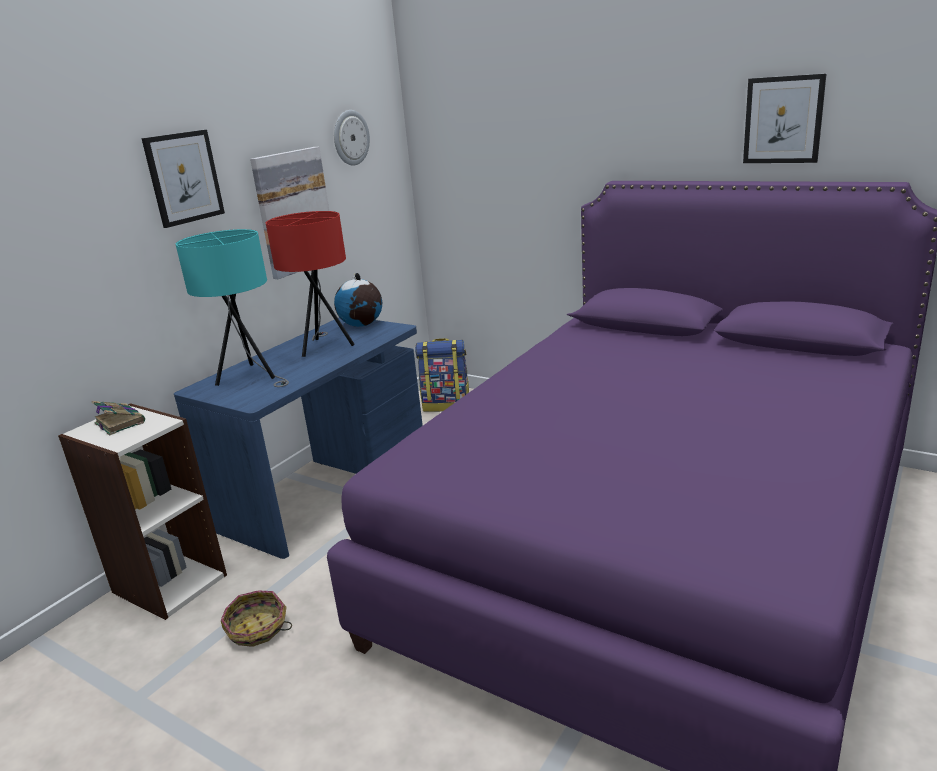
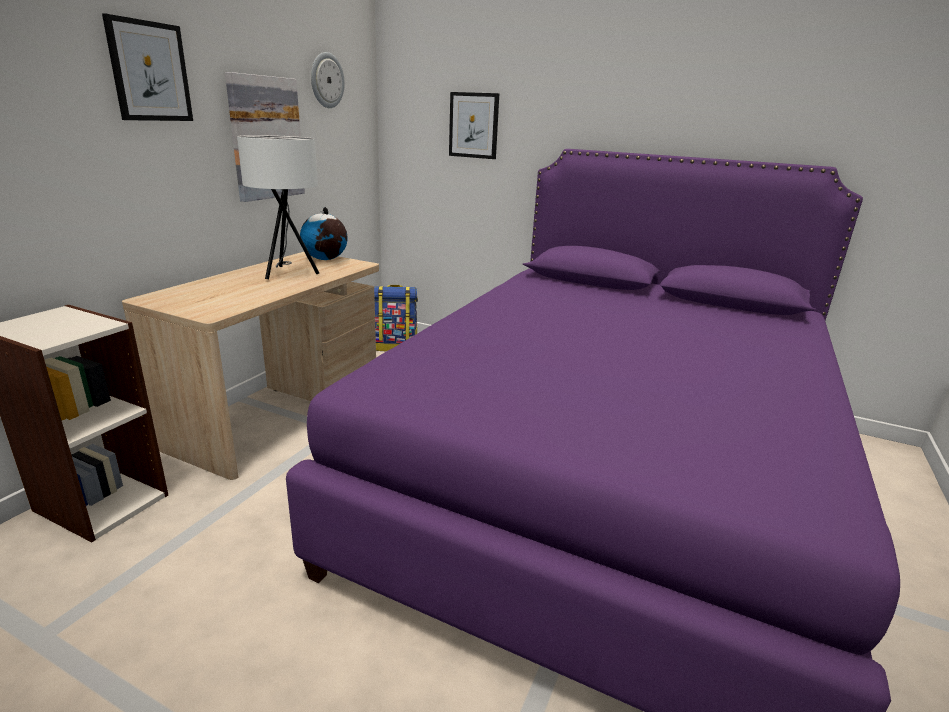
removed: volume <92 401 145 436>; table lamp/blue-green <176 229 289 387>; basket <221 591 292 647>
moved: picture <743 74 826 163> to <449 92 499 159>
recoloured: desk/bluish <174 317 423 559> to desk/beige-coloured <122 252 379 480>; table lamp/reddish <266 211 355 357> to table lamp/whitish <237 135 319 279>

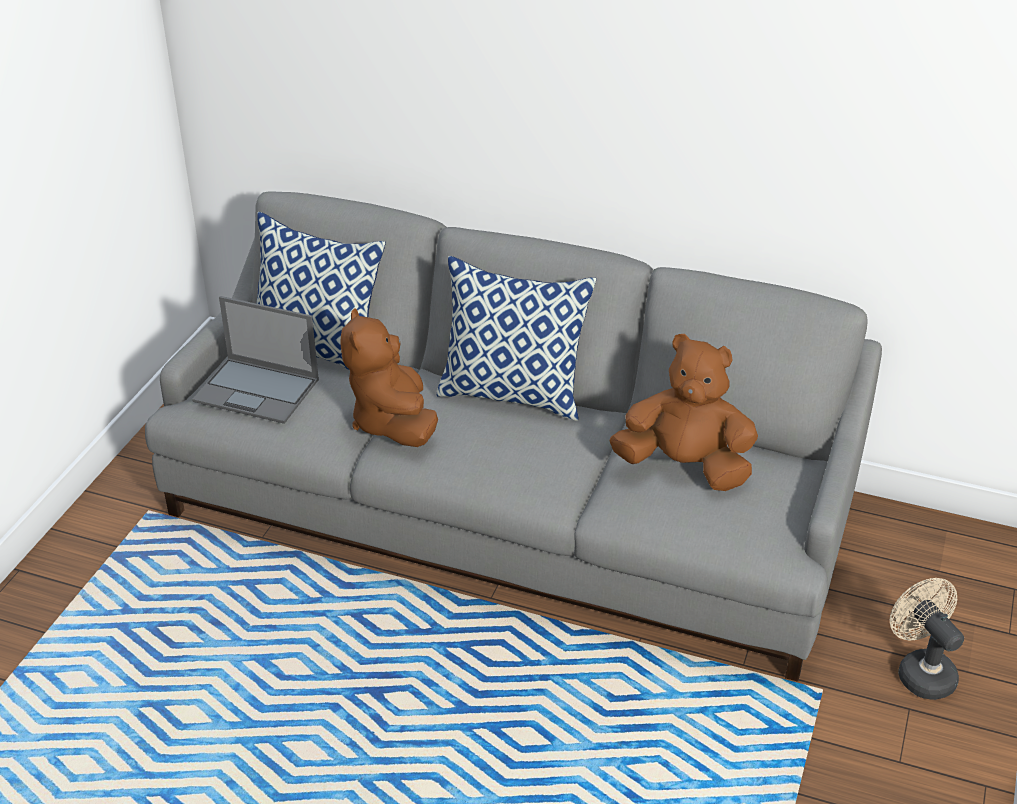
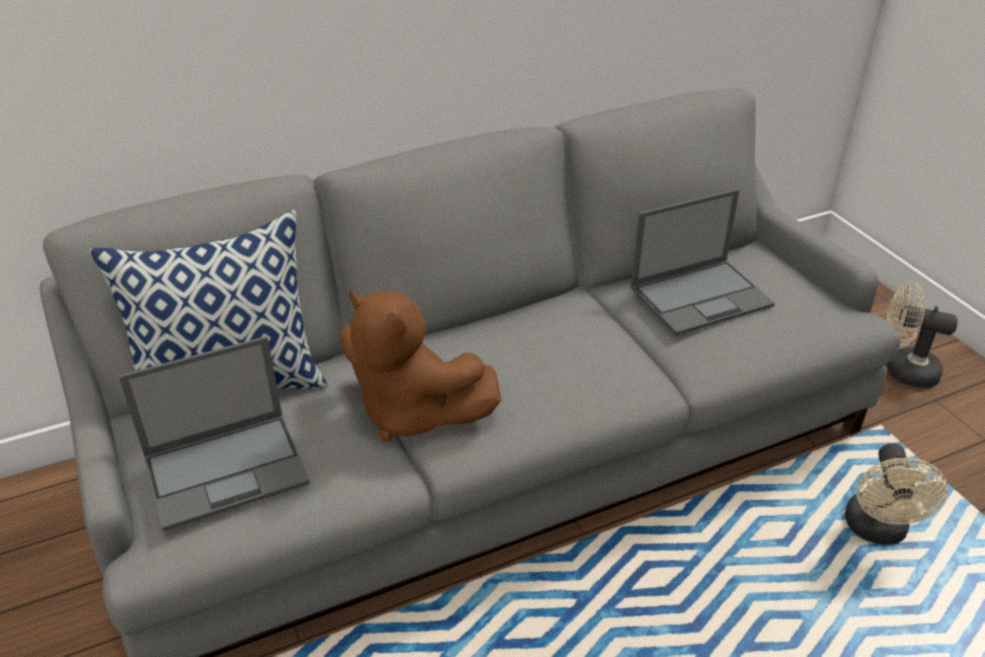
removed: pillow <437 256 596 421>
added: electric fan/beige-coloured <845 443 948 545>
replaced: cuddly toy/brown <609 334 758 491> to laptop <631 189 775 335>

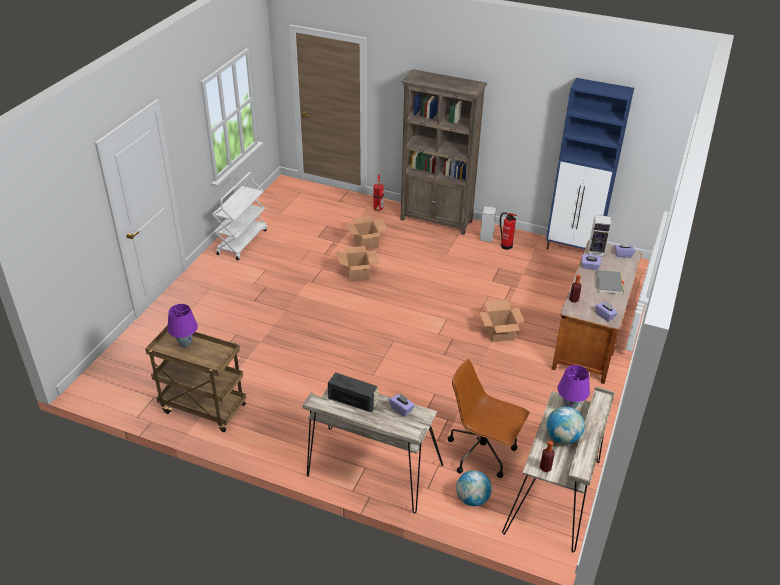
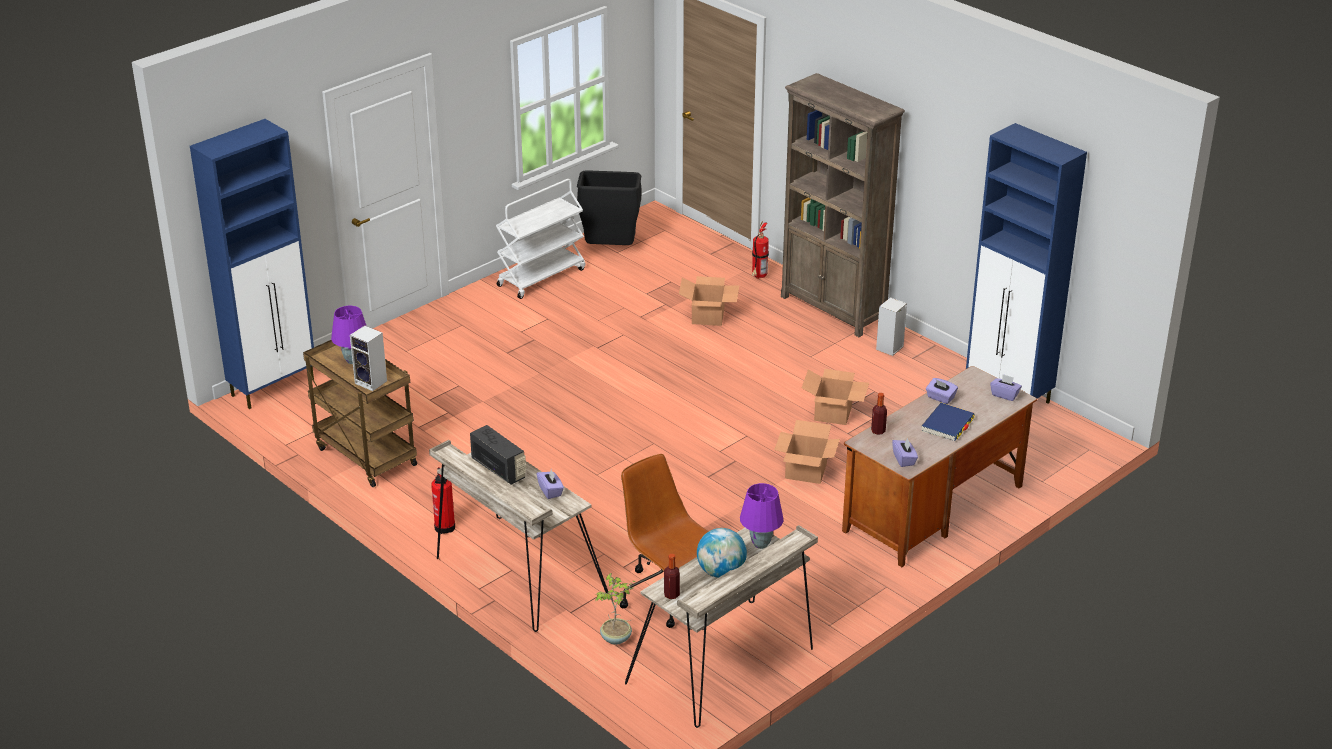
added: cupboard/bluish <190 119 314 409>; rubbish bin/black-coloured <577 170 642 245>
moved: speaker <588 215 611 256> to <350 325 387 391>; fire-fighting cylinder <500 212 517 250> to <431 467 455 534>; packing box <337 246 380 282> to <802 369 869 425>
replaced: desk globe <456 470 492 506> to houseplant <596 573 636 645>
recoloured: volume/grey <596 270 624 294> to volume/bluish <922 403 975 441>

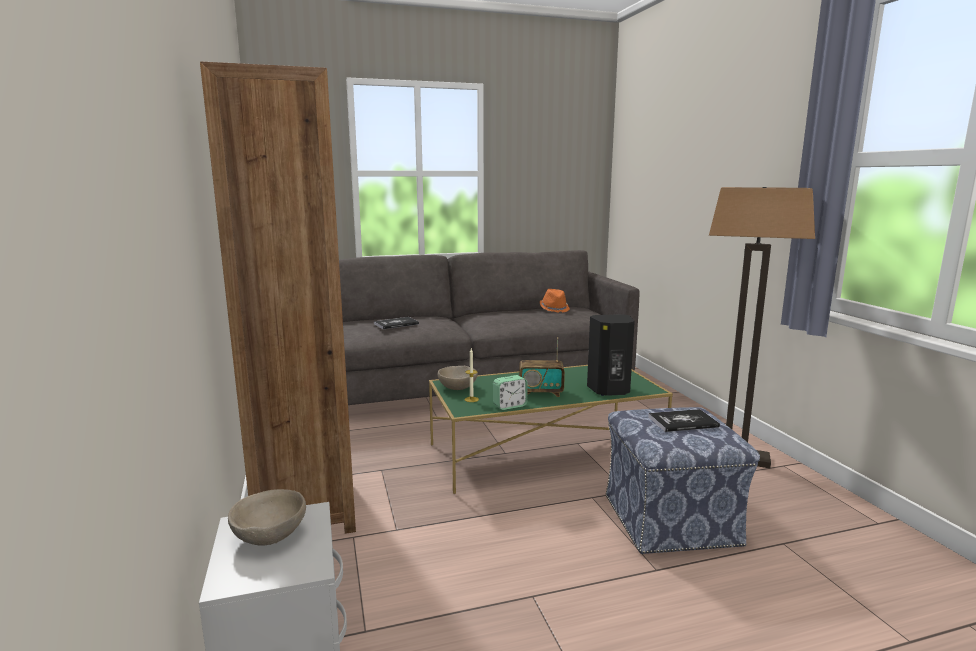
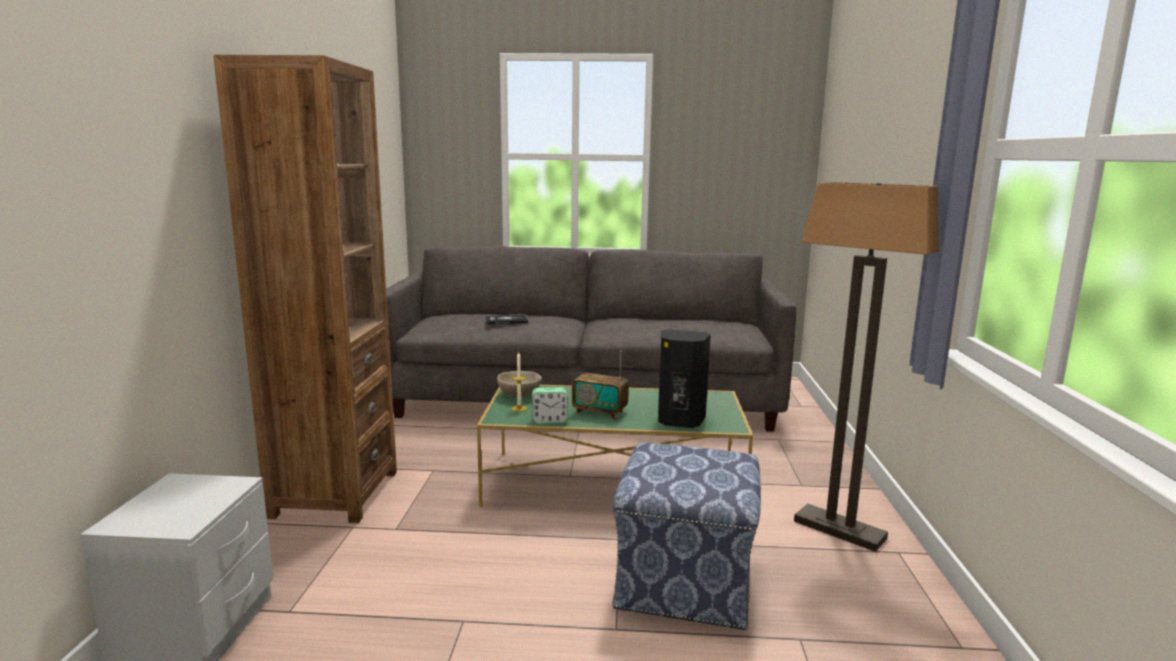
removed: serving bowl/beige-coloured <228 489 306 546>; hat/orange-coloured <540 289 570 313>; volume <648 409 720 432>

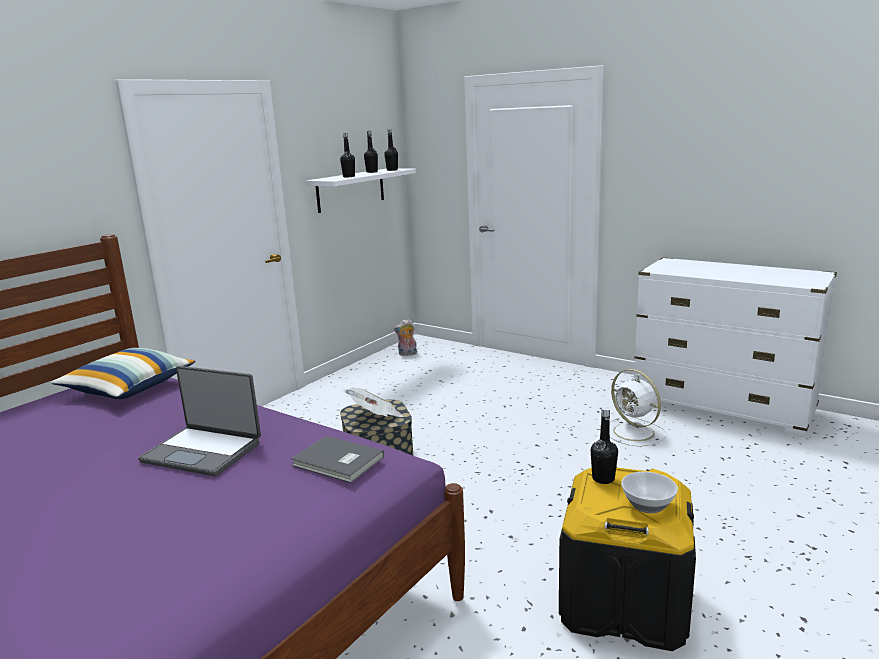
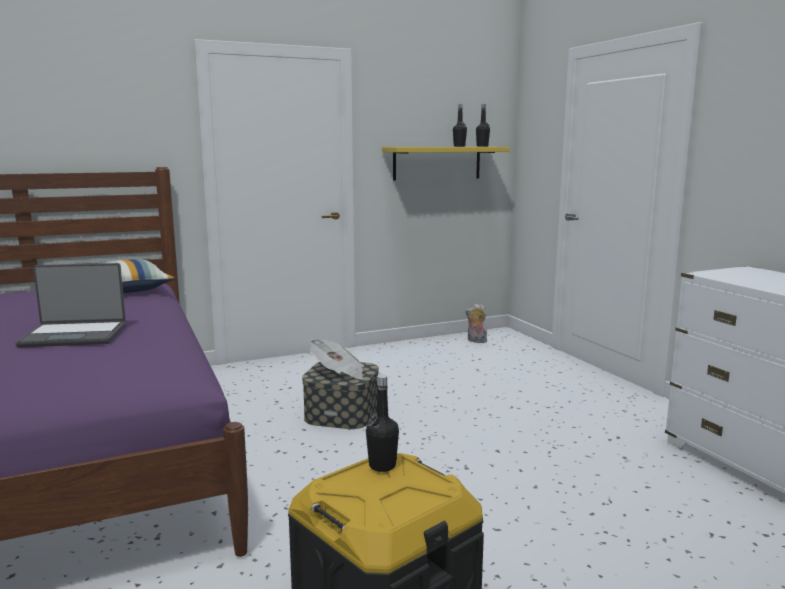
removed: volume/grey <291 436 384 483>; drink bottle/black-coloured <340 133 355 177>; electric fan/whitish <610 369 667 447>; serving bowl <621 472 678 513>
recoloured: shelf/whitish <306 168 416 213> to shelf/yellowish <382 147 510 181>
turned: laptop <138 366 261 476> = <16 263 126 347> 60 degrees counterclockwise

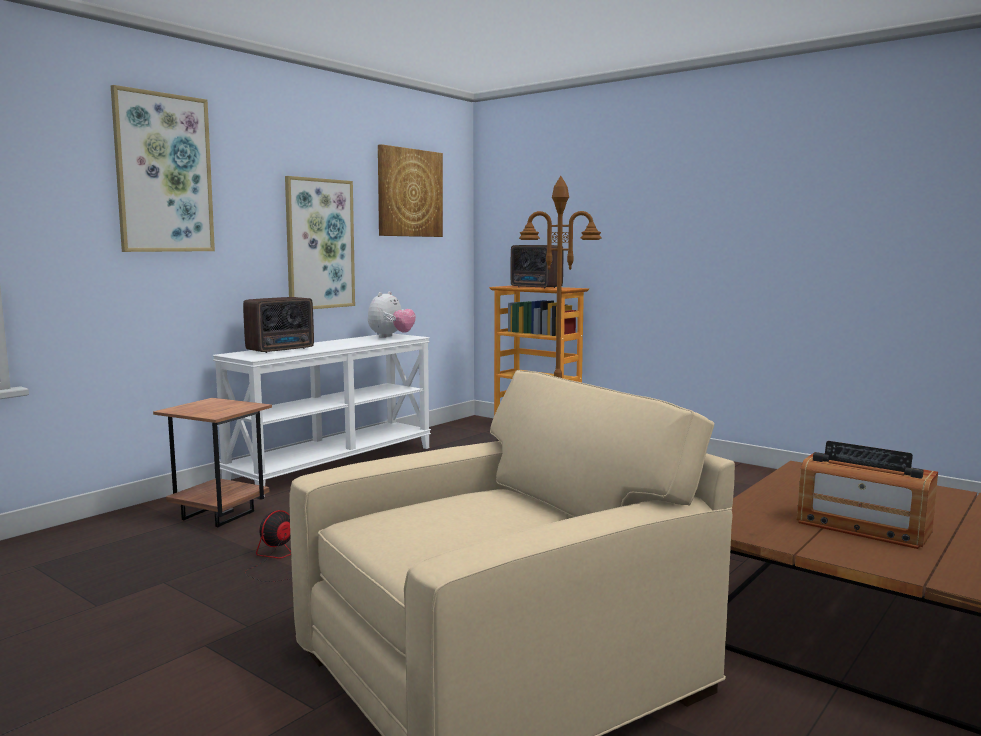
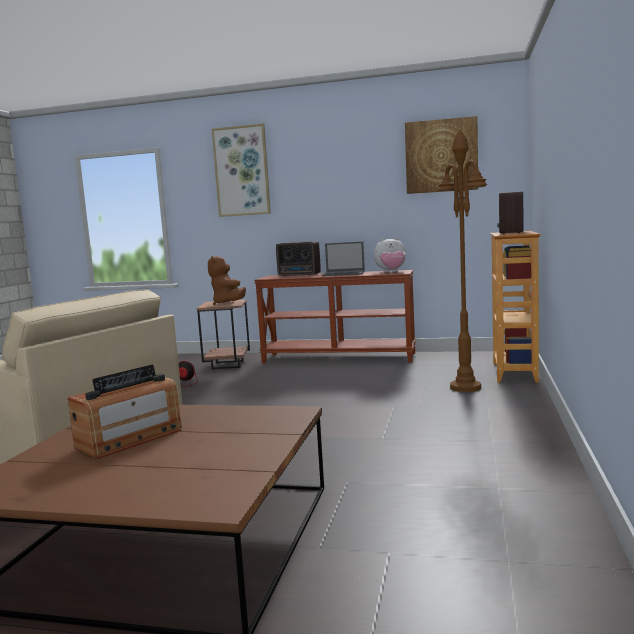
removed: picture <285 176 355 309>
added: cuddly toy/brown <208 256 246 305>; laptop <322 242 365 276>
recoloured: console table/whitish <213 333 431 496> to console table/brown <254 270 416 363>
turned: radio receiver <797 441 938 549> = <68 365 182 459> 150 degrees counterclockwise

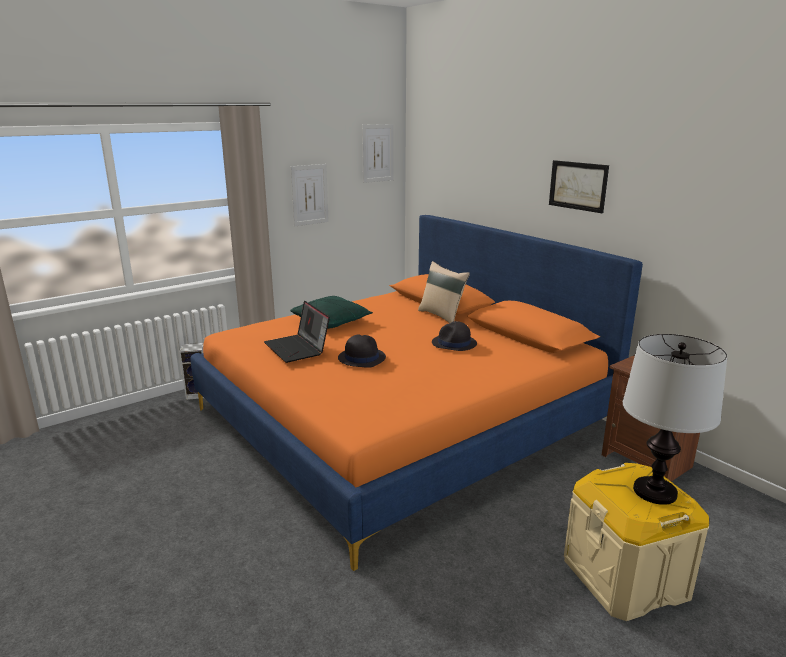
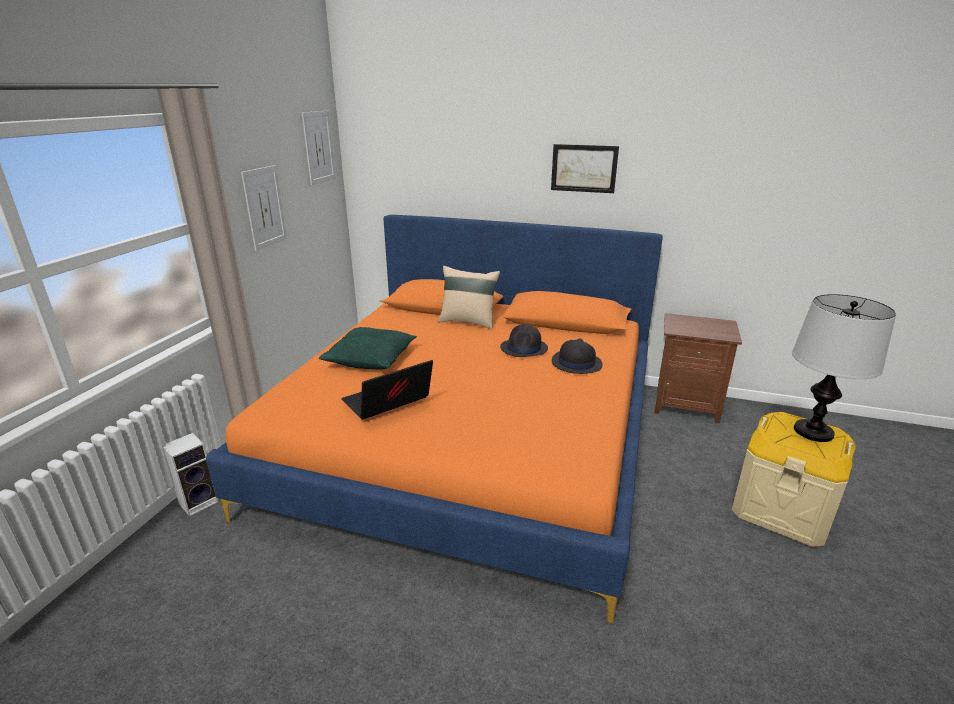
moved: hat/black-coloured <338 334 386 368> to <551 339 602 374>
turned: laptop <264 300 330 363> = <341 360 433 420> 120 degrees clockwise

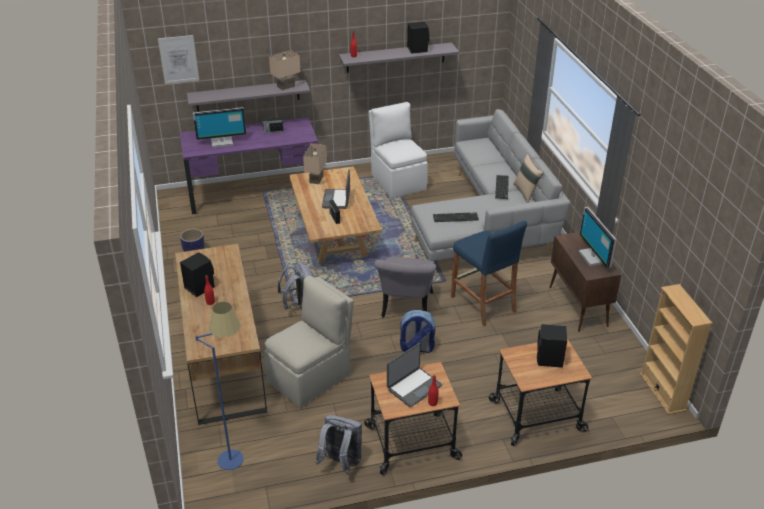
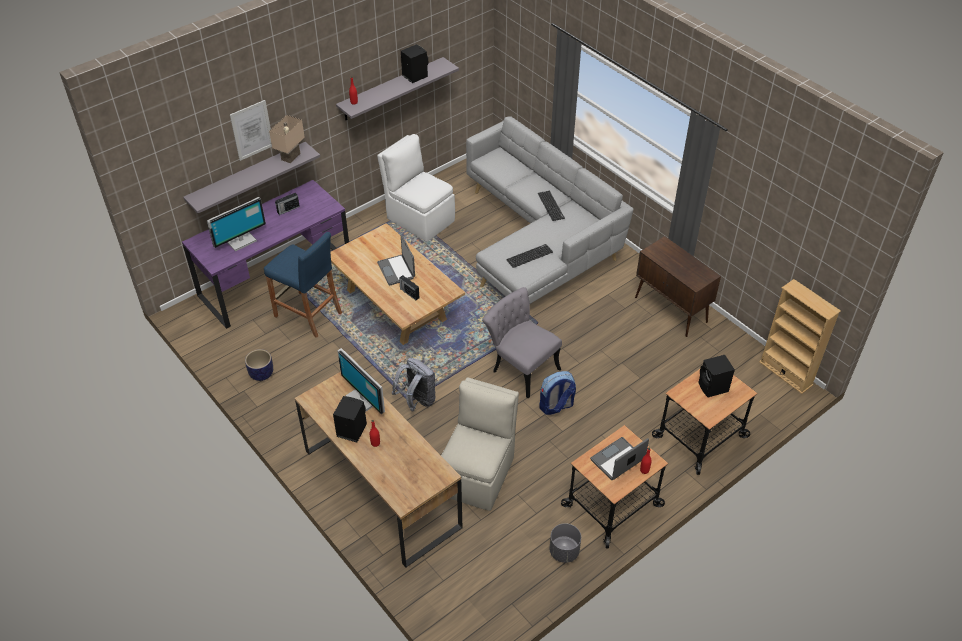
removed: standard lamp/bluish <195 302 244 470>; table lamp/beige-coloured <303 143 327 184>; pillow/beige-coloured <513 154 544 203>
moved: picture <158 35 199 84> to <230 100 272 161>; stool/bluish <451 221 527 326> to <264 232 342 338>; computer display <579 207 616 268> to <337 348 385 414>
replaced: rucksack/grey <315 415 362 475> to planter/grey <549 523 581 563>
turned: upright chair/grey <374 257 436 318> = <482 287 562 398> 150 degrees clockwise; laptop <387 343 442 407> = <590 437 649 480> 150 degrees counterclockwise

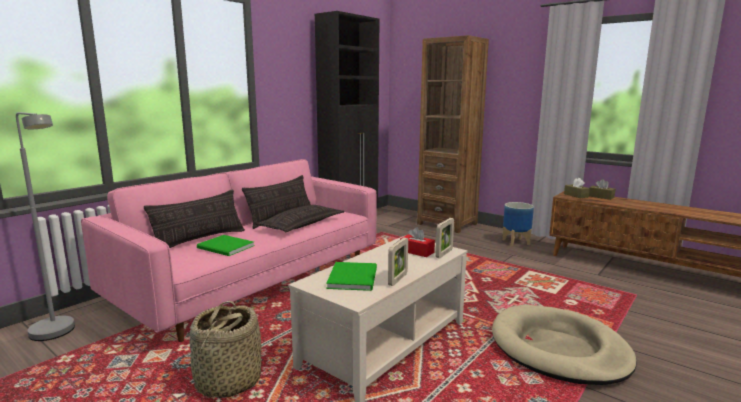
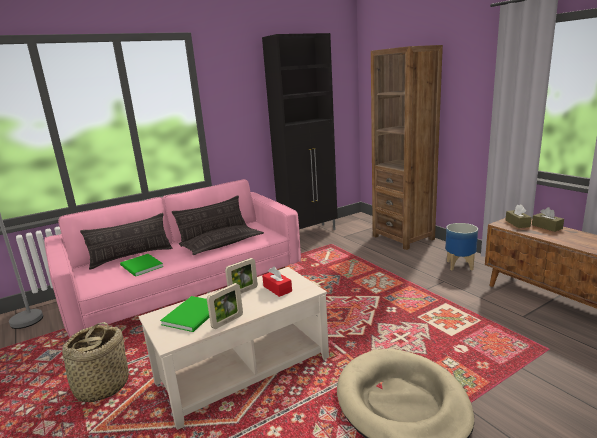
moved: standing frame <435 218 454 258> to <225 258 258 294>

